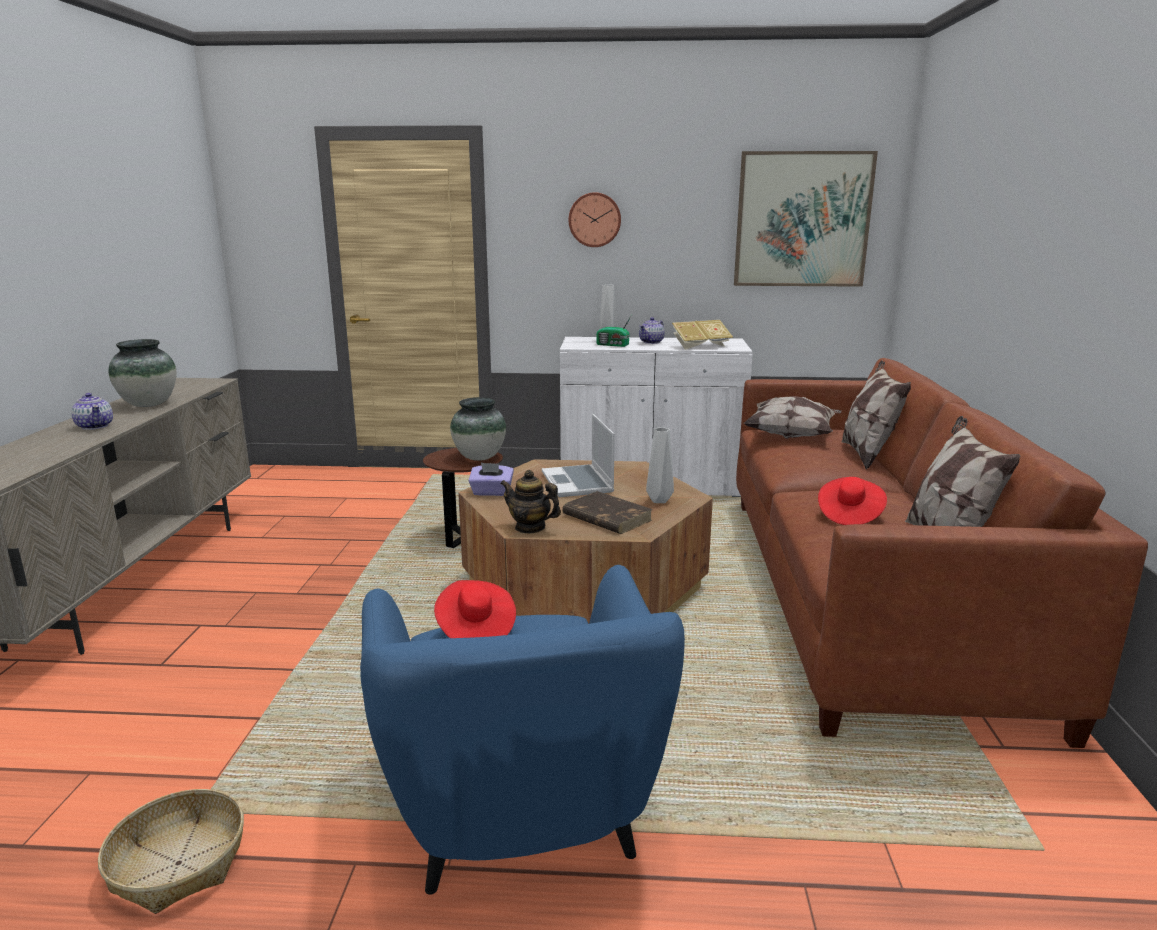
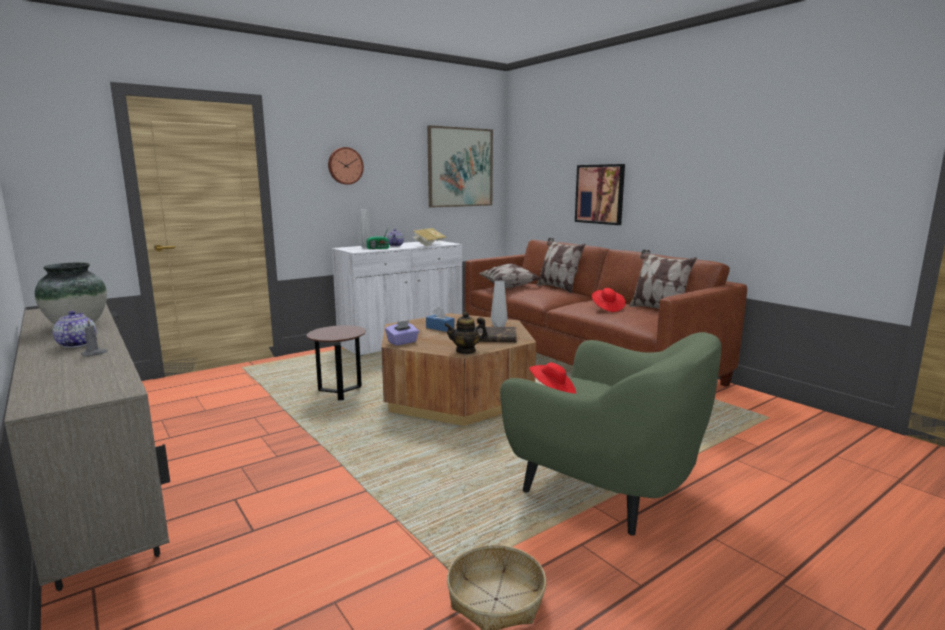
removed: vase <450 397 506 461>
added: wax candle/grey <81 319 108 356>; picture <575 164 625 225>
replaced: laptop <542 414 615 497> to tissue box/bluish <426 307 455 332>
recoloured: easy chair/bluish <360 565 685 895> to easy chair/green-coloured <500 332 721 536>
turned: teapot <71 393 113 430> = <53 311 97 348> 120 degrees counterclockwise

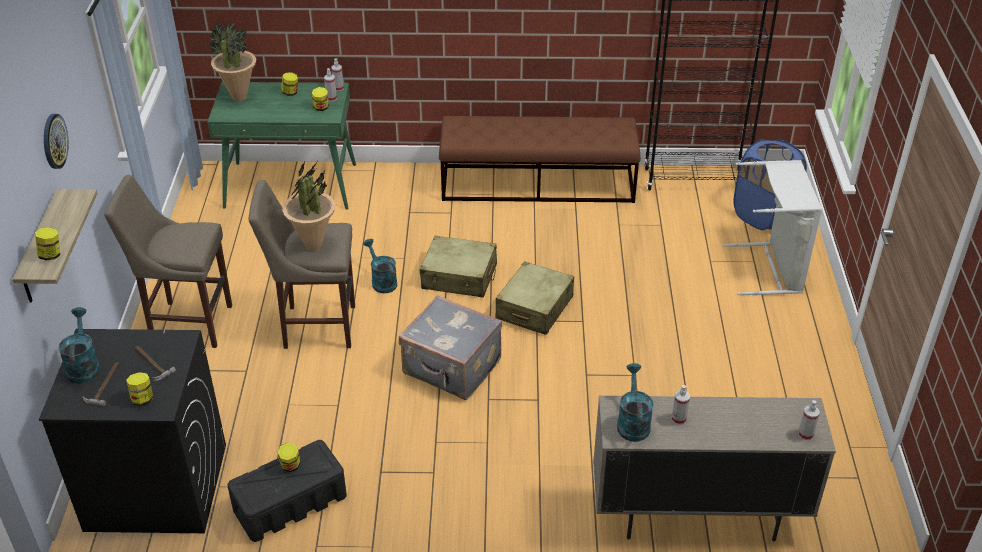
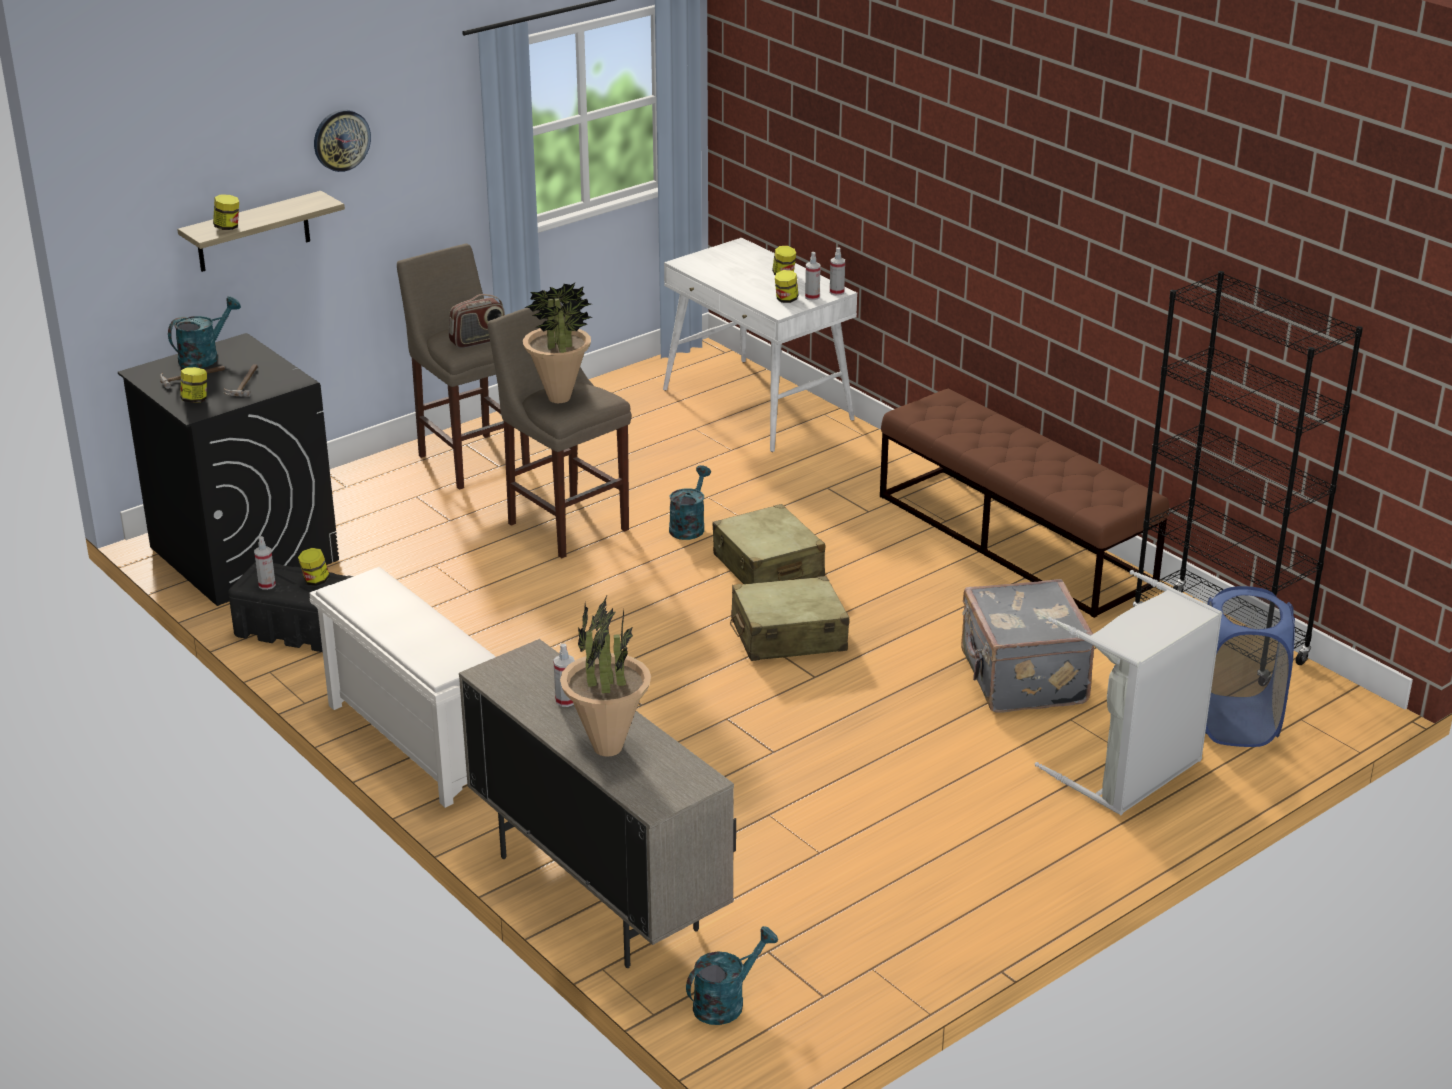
added: shoe rack/whitish <309 567 496 808>; radio receiver <448 294 505 349>
moved: hand sprayer <798 400 820 440> to <254 536 276 590>; houseplant <208 22 256 101> to <560 594 651 757>; sprinkling can/blue-green <617 363 654 442> to <686 926 778 1025>; travel case/grey <399 295 502 400> to <961 579 1094 712>
recoloured: desk/green-coloured <207 82 356 210> to desk/whitish <663 238 857 452>

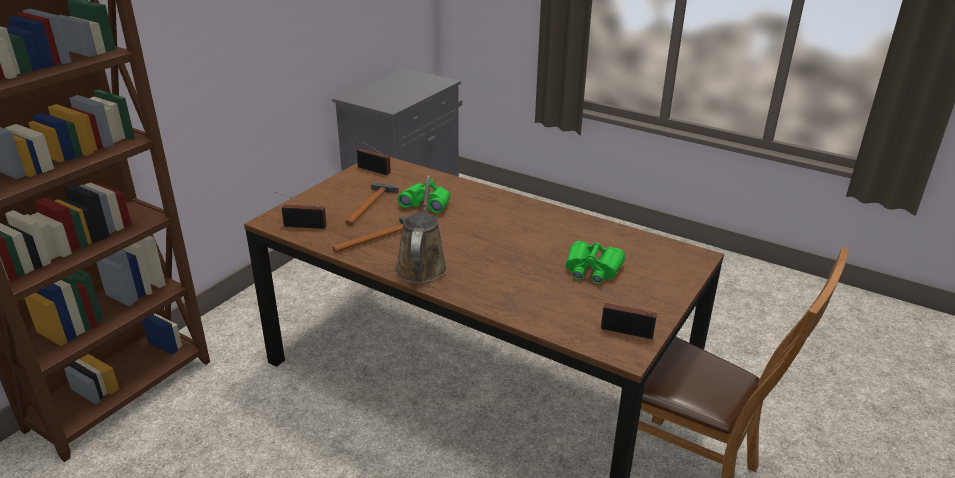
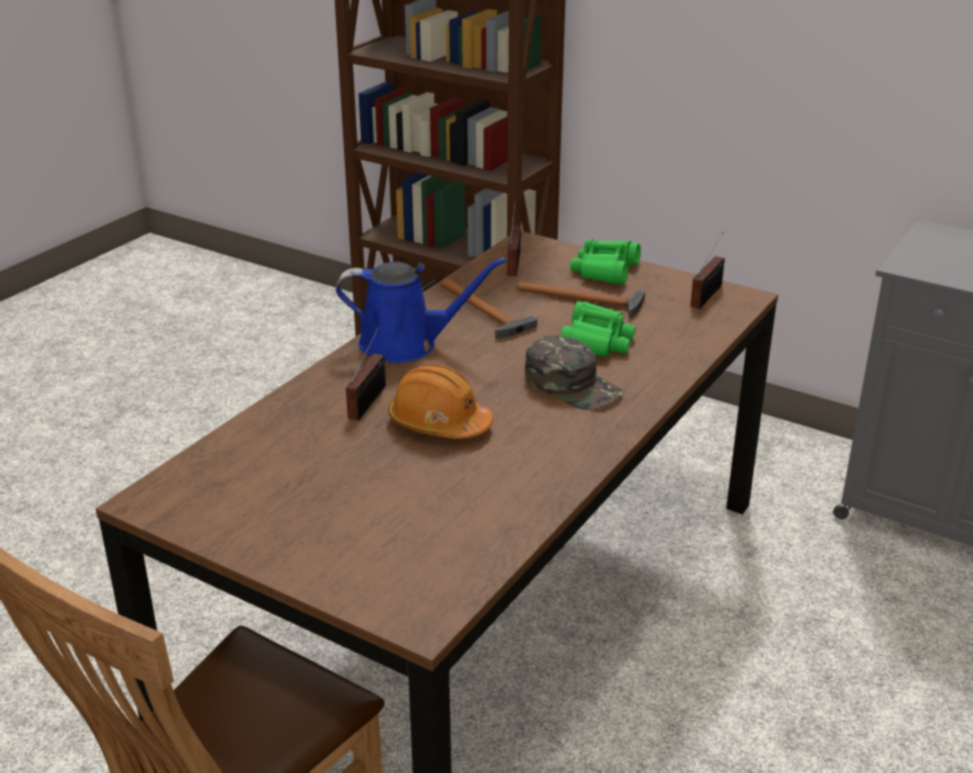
added: hard hat/orange-coloured <388 364 493 439>; cap/green-coloured <525 335 623 410>
moved: radio receiver <599 288 657 339> to <346 326 386 420>; field glasses/green-coloured <566 241 625 284> to <570 239 641 284>
recoloured: sprinkling can/brown <395 175 448 284> to sprinkling can/bluish <336 258 506 363>

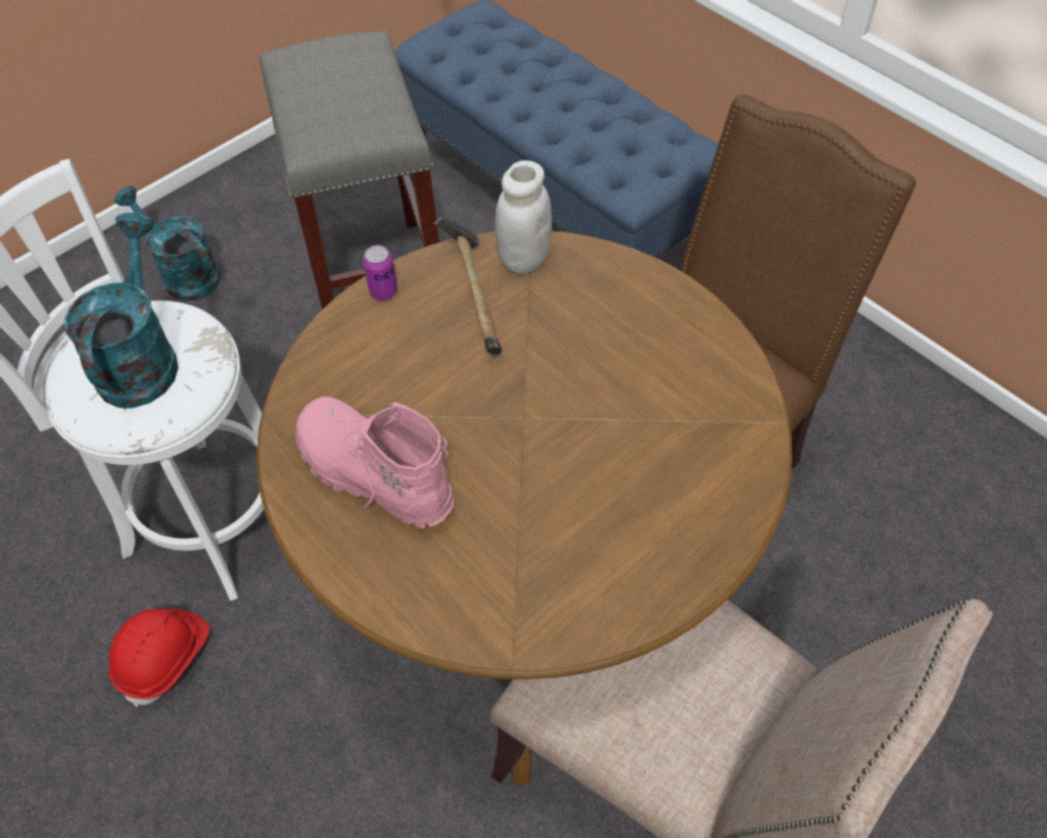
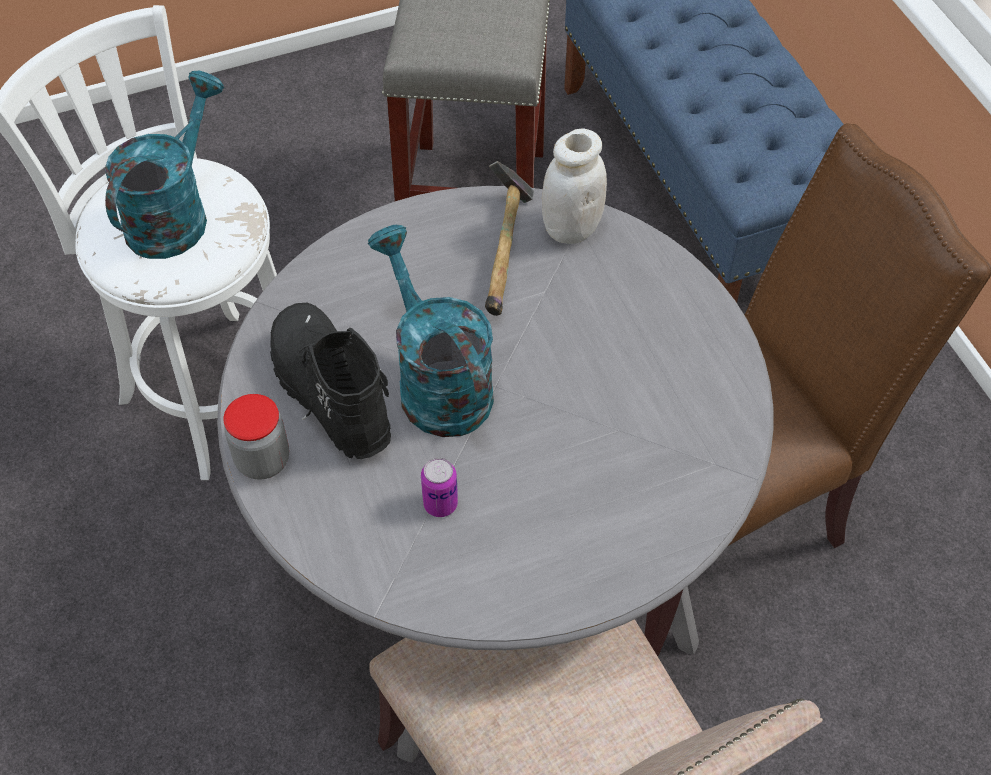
removed: hard hat/reddish <109 609 210 707>
added: preserve jar <224 394 289 480>
moved: sprinkling can/blue-green <114 186 221 301> to <368 225 494 437>; can <363 245 398 301> to <421 458 458 517>
recoloured: kitchen table/brown <257 231 792 784> to kitchen table/grey <217 186 774 762>; tall boot/pink <295 396 455 528> to tall boot/black-coloured <270 303 391 459>

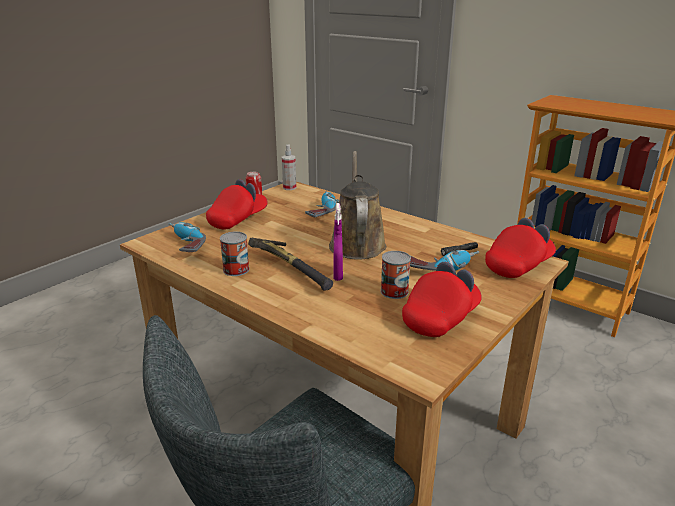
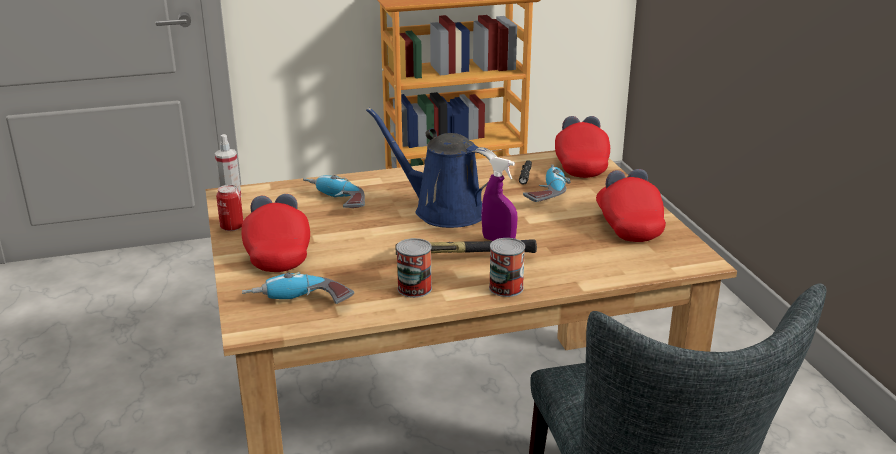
moved: can <381 251 411 299> to <489 238 525 297>
recoloured: sprinkling can/brown <329 151 387 259> to sprinkling can/bluish <366 108 497 228>

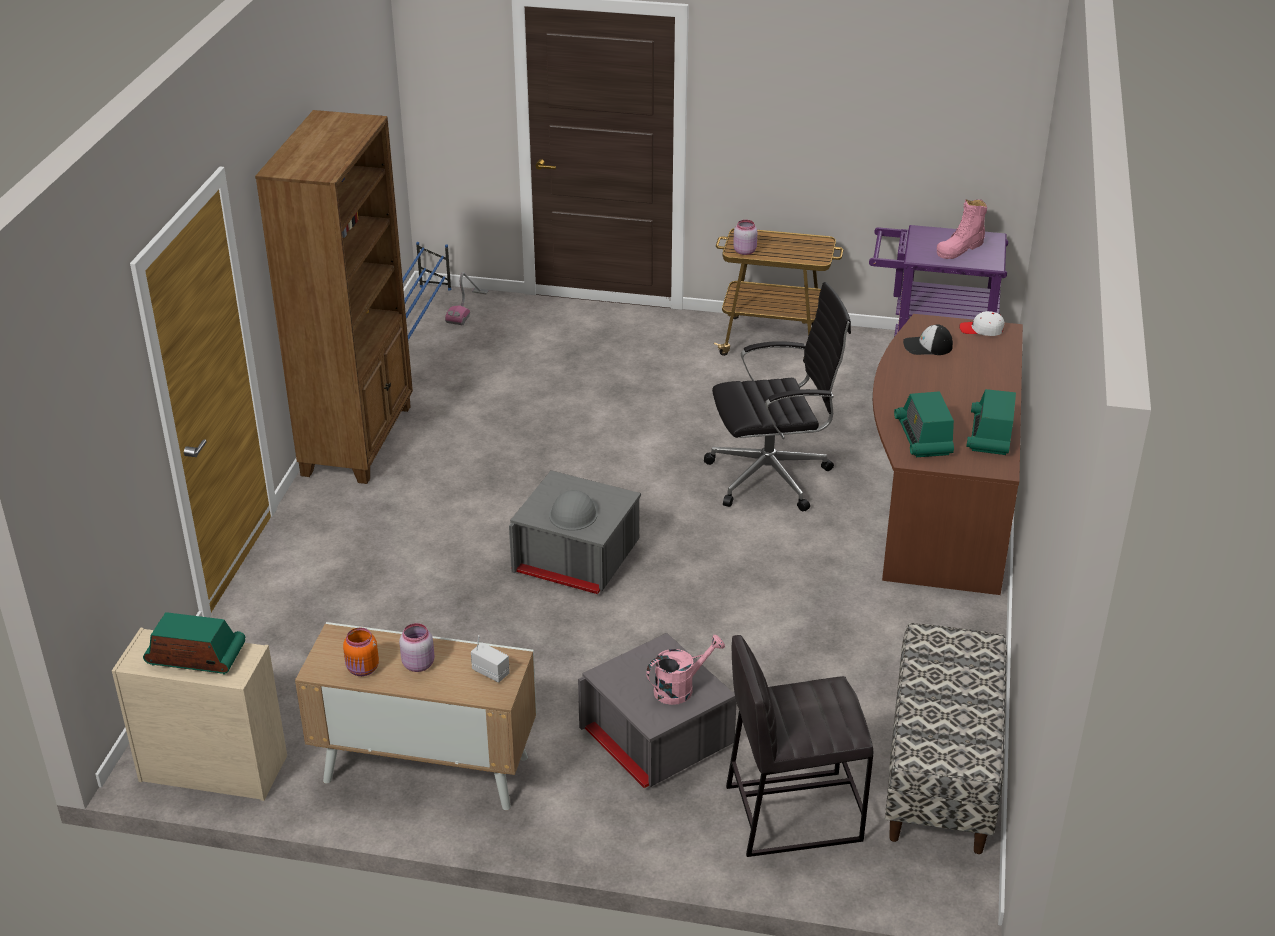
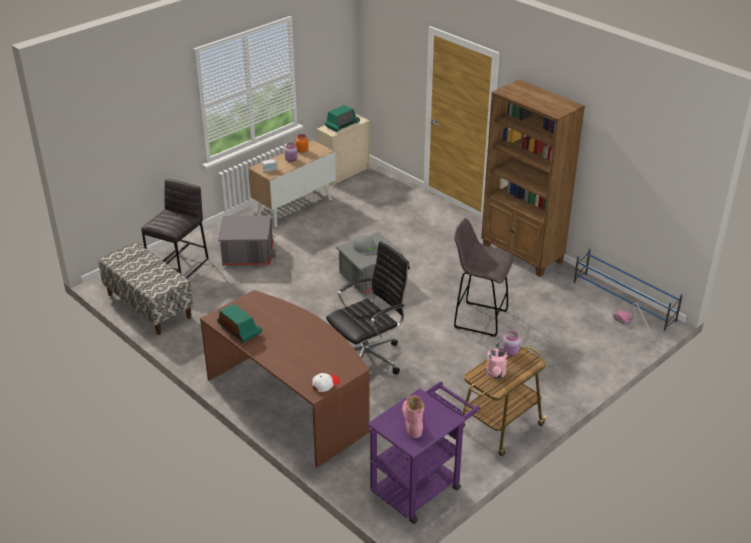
removed: radio receiver <894 391 954 457>; cap <903 324 953 355>
added: stool/grey <454 218 514 337>
moved: sprinkling can/pink <646 635 725 705> to <486 342 507 379>
turned: computer chair/black-coloured <704 282 851 511> = <326 241 410 375> 150 degrees counterclockwise

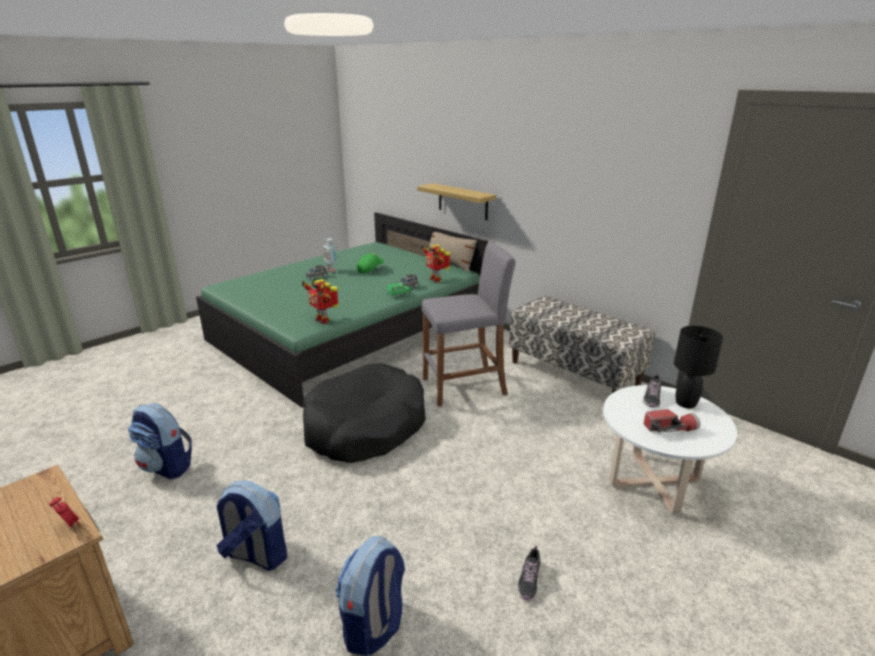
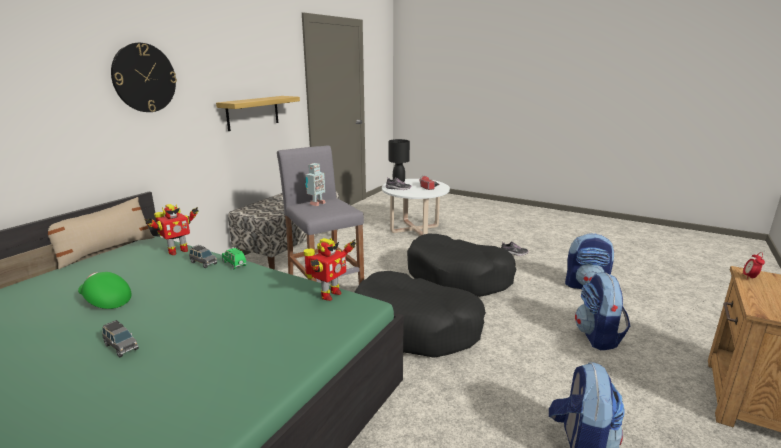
added: clock on the wall <111 43 177 112>; pet bed/black-coloured <407 234 517 297>
moved: shelf <417 183 496 220> to <216 96 300 131>; toy robot <323 238 338 273> to <305 163 326 206>

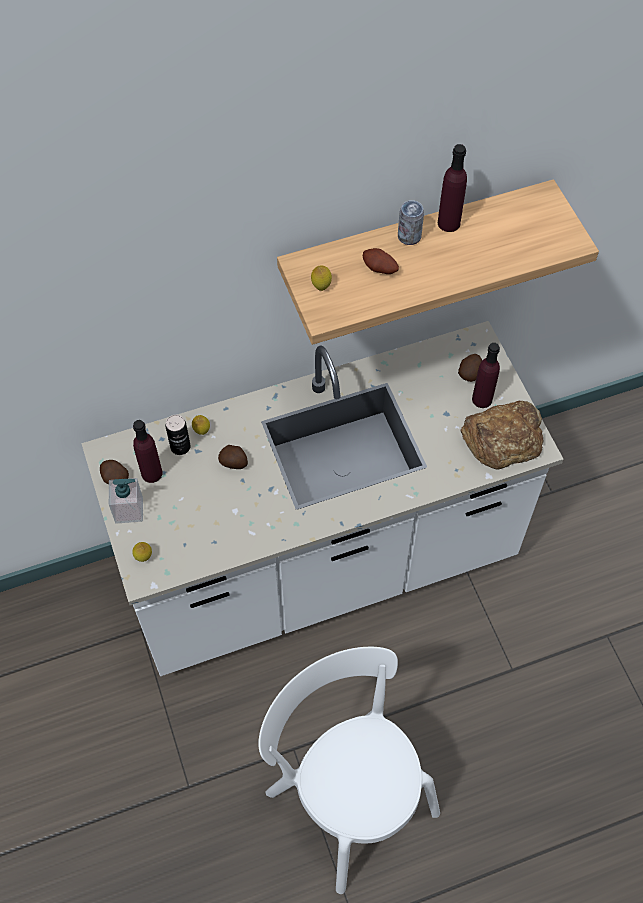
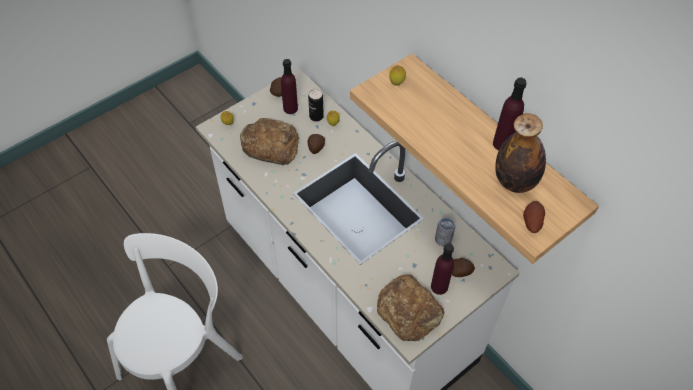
removed: soap dispenser <109 478 143 524>
added: baked bread <240 118 299 165>; drink bottle <495 113 546 193>
moved: can <398 200 424 245> to <435 217 455 246>; whole potato <363 248 399 274> to <523 201 545 233>

